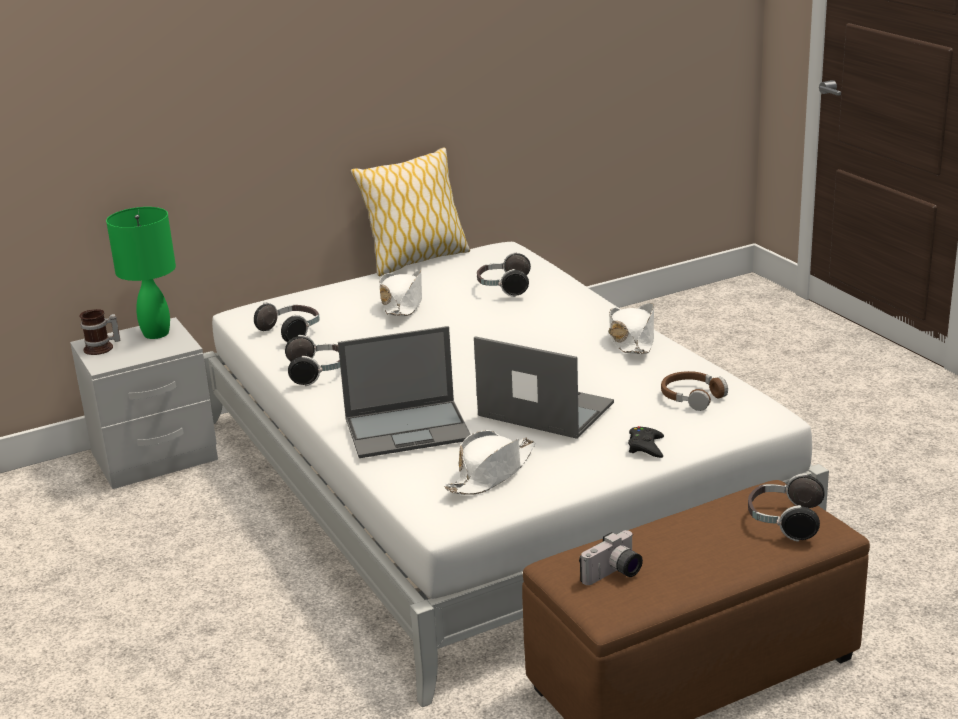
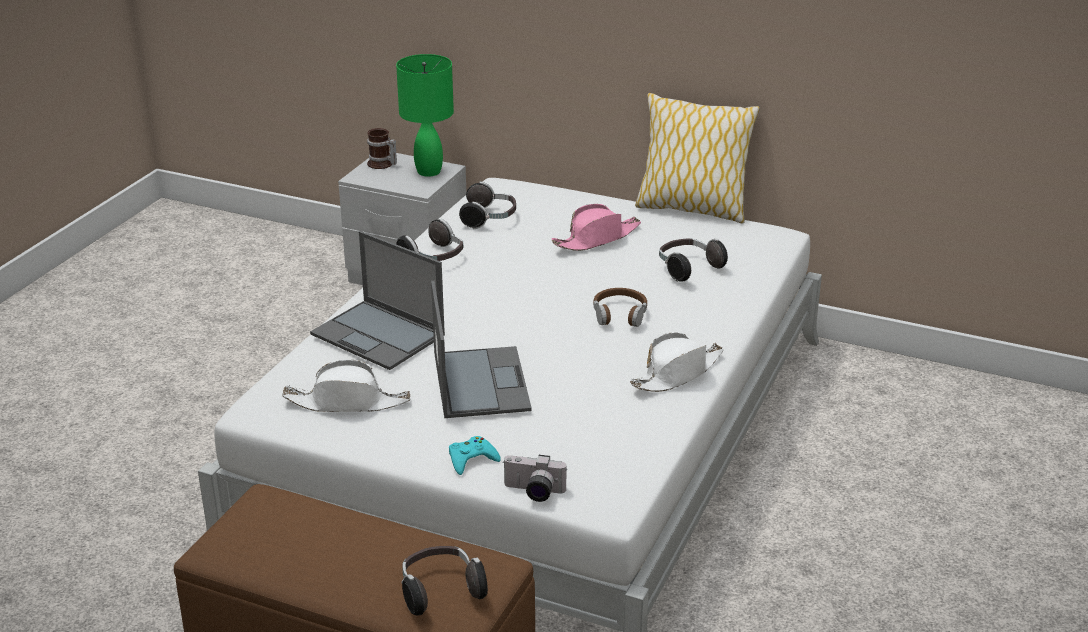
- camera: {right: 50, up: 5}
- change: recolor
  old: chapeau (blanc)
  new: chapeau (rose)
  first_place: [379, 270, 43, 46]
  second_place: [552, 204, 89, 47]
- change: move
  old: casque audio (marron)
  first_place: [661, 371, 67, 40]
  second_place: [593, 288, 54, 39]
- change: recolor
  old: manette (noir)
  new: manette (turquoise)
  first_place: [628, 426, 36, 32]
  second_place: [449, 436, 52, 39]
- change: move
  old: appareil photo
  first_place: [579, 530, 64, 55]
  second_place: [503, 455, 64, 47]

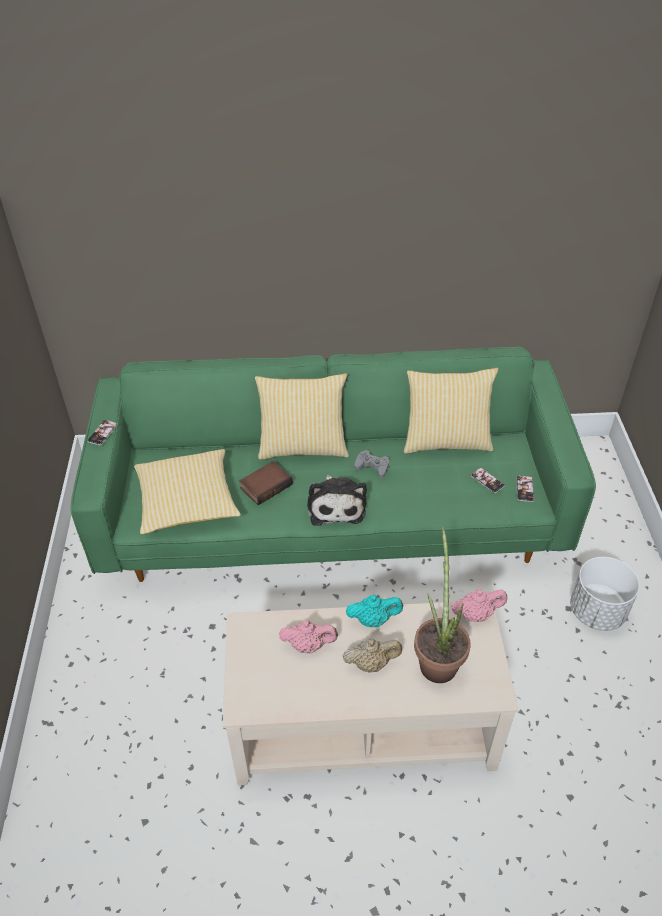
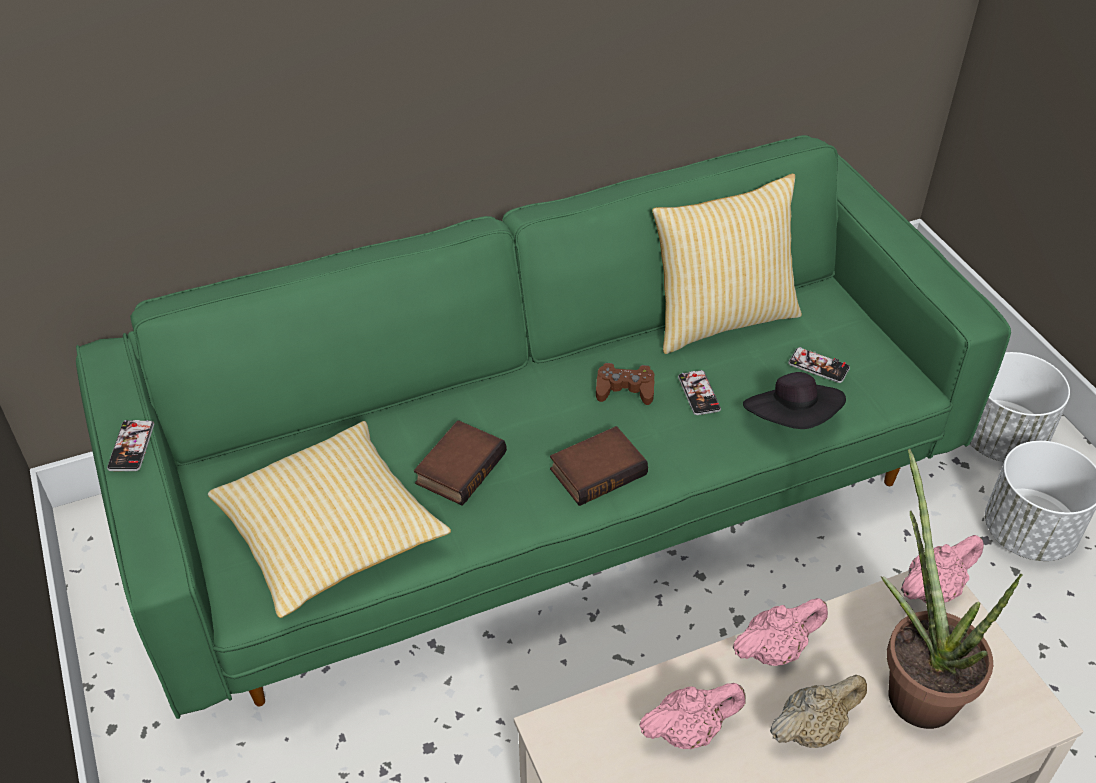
- camera: {right: -20, up: 0}
- change: delete
  old: coussin
  first_place: [255, 373, 94, 87]
- change: recolor
  old: manette (gris)
  new: manette (marron)
  first_place: [355, 450, 34, 28]
  second_place: [596, 363, 59, 42]
- change: replace
  old: peluche
  new: livre
  first_place: [307, 475, 60, 51]
  second_place: [550, 426, 98, 80]
- change: move
  old: téléphone
  first_place: [516, 476, 18, 26]
  second_place: [678, 370, 43, 45]
- change: recolor
  old: théière (turquoise)
  new: théière (rose)
  first_place: [346, 595, 57, 32]
  second_place: [733, 598, 95, 68]
- change: insert
  new: cache-pot (blanc)
  second_place: [970, 352, 100, 110]
- change: insert
  new: chapeau (noir)
  second_place: [743, 372, 103, 57]

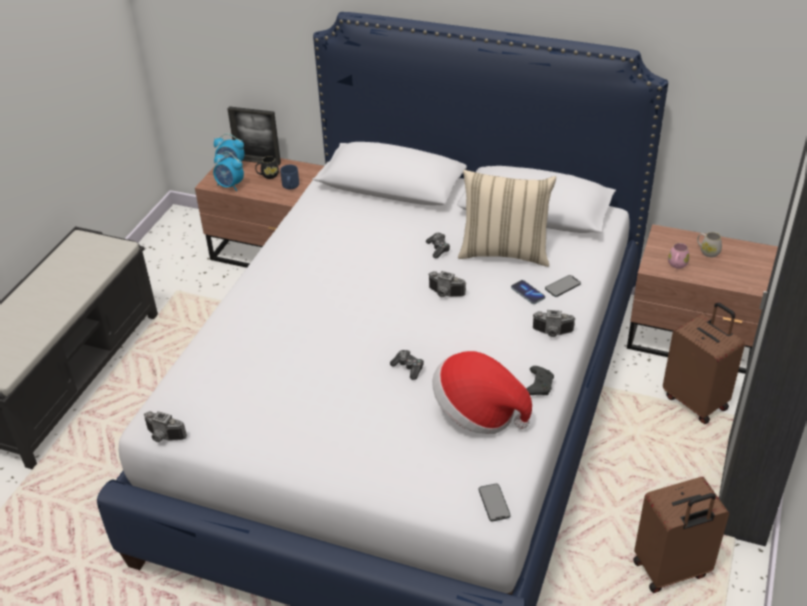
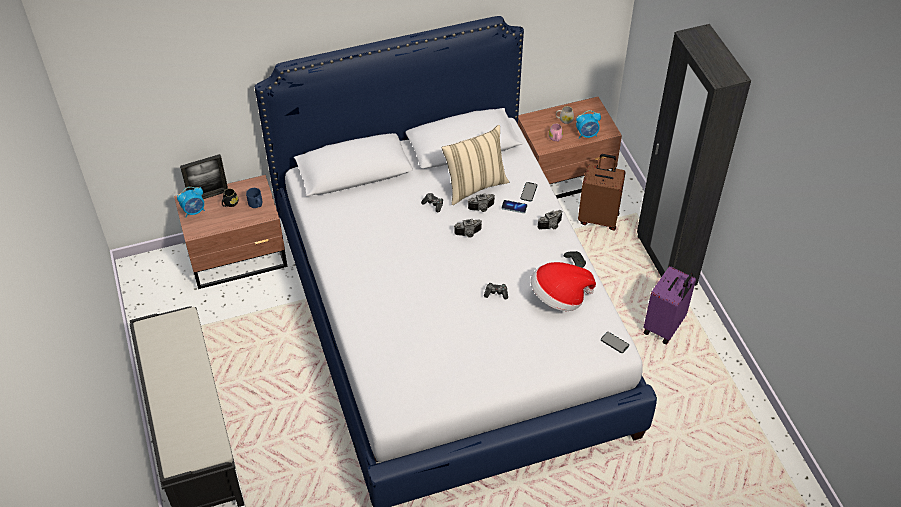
- camera: {right: -40, up: 10}
- change: move
  old: réveil
  first_place: [213, 151, 31, 40]
  second_place: [576, 110, 25, 29]
- change: move
  old: appareil photo
  first_place: [144, 411, 43, 31]
  second_place: [468, 193, 27, 19]
- change: recolor
  old: valise (marron)
  new: valise (violet)
  first_place: [633, 477, 96, 116]
  second_place: [644, 266, 52, 79]

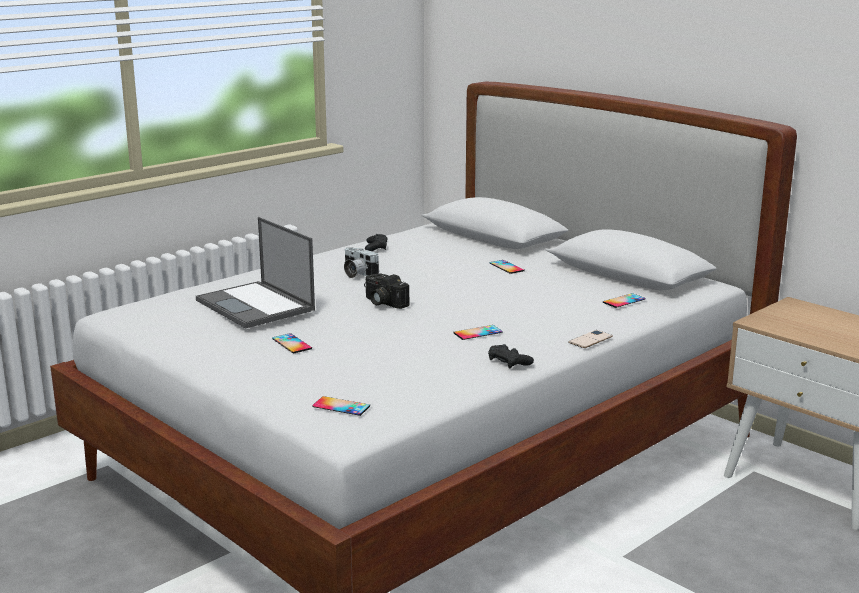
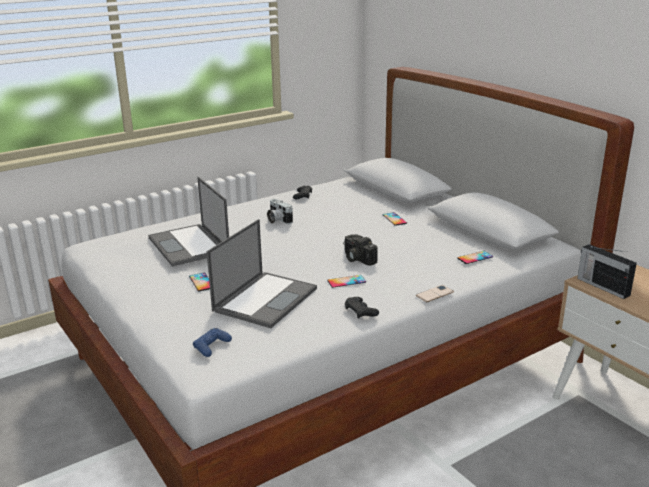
- camera: {right: 10, up: 5}
- change: move
  old: appareil photo
  first_place: [364, 273, 45, 36]
  second_place: [343, 234, 35, 32]
- change: replace
  old: téléphone
  new: manette (bleu)
  first_place: [313, 396, 57, 20]
  second_place: [193, 328, 39, 29]
- change: insert
  new: ordinateur portable
  second_place: [207, 219, 110, 109]
- change: insert
  new: radio
  second_place: [577, 244, 60, 55]

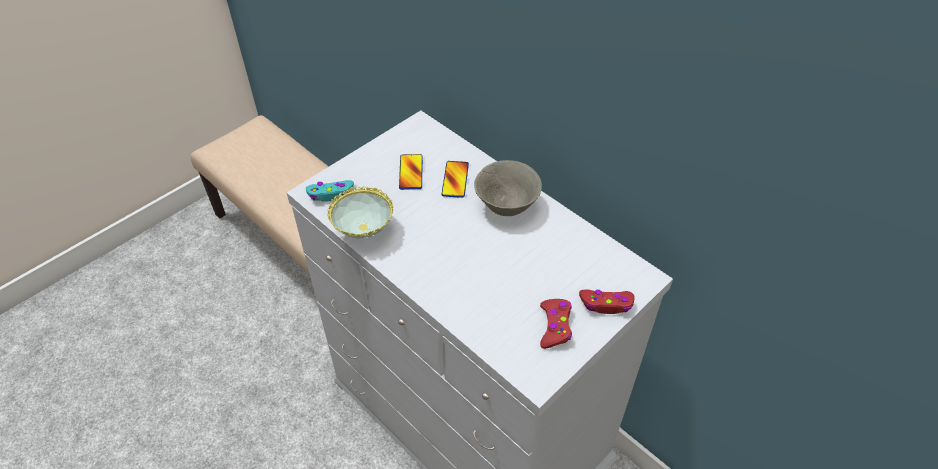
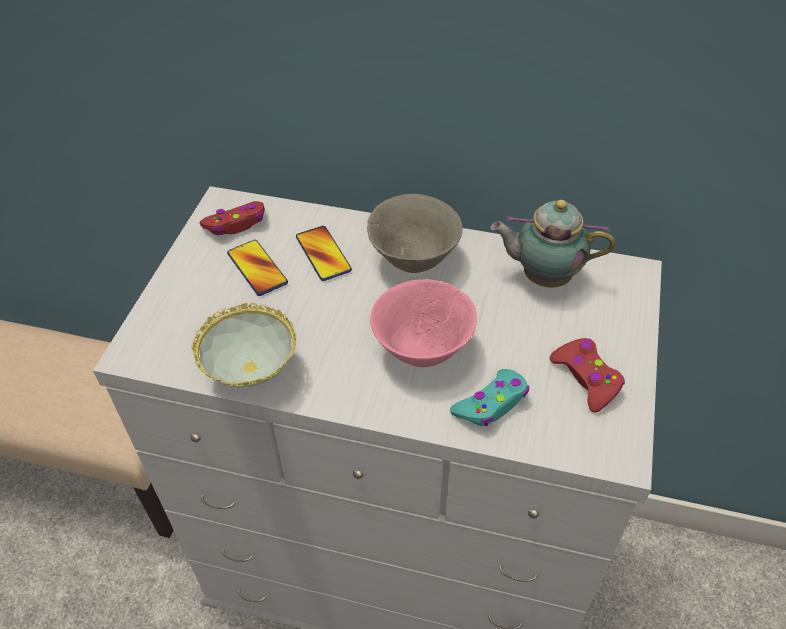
- camera: {right: -30, up: 0}
- change: move
  old: manette (turquoise)
  first_place: [306, 180, 48, 22]
  second_place: [450, 369, 79, 57]
- change: move
  old: manette (rouge)
  first_place: [579, 289, 55, 25]
  second_place: [199, 201, 66, 34]
- change: insert
  new: théière
  second_place: [490, 200, 125, 88]
- change: insert
  new: bol (rose)
  second_place: [370, 279, 107, 88]

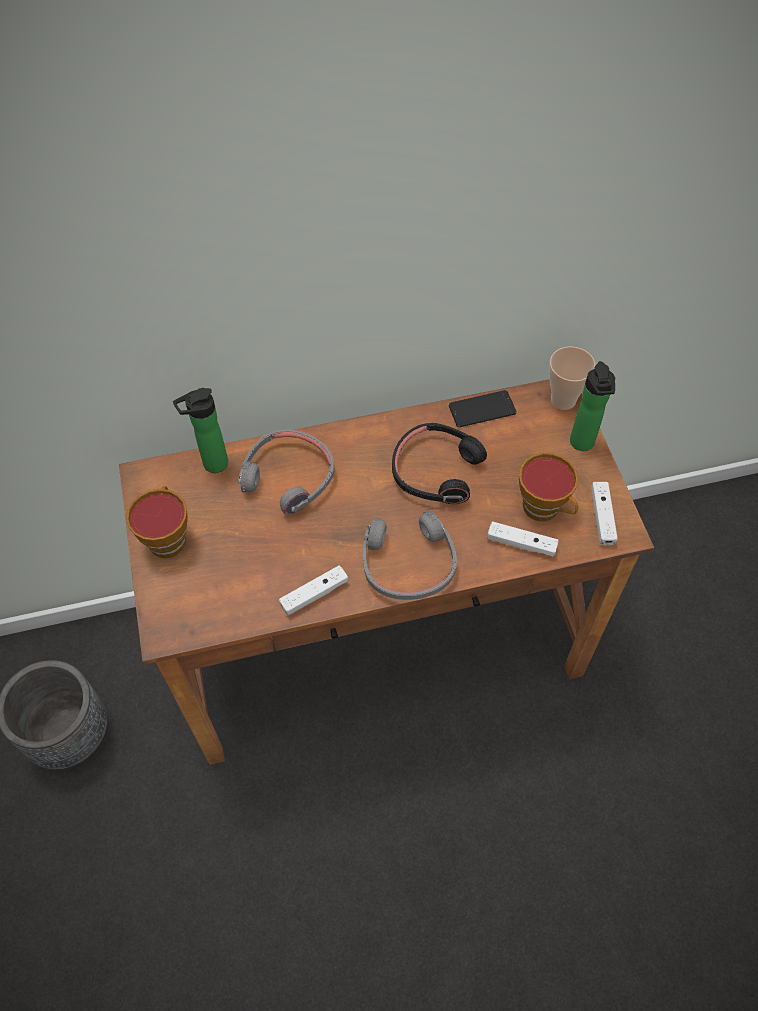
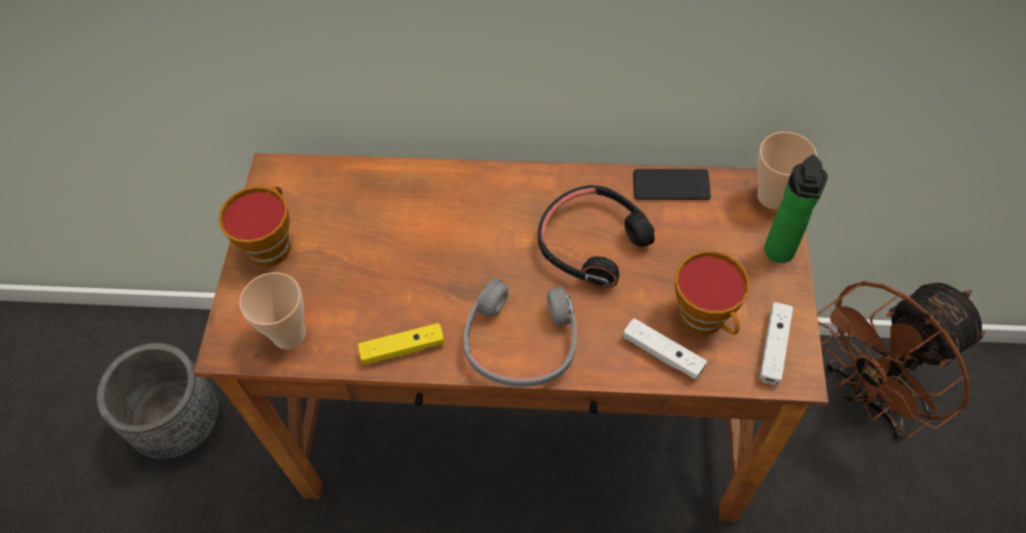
- camera: {right: 20, up: 0}
- change: delete
  old: bouteille
  first_place: [173, 388, 55, 85]
- change: delete
  old: casque audio (gris)
  first_place: [238, 430, 96, 86]
- change: recolor
  old: manette (blanc)
  new: manette (jaune)
  first_place: [279, 565, 69, 50]
  second_place: [358, 323, 87, 42]
- change: insert
  new: tasse
  second_place: [239, 272, 67, 77]
- change: insert
  new: ventilateur (marron)
  second_place: [817, 281, 168, 160]

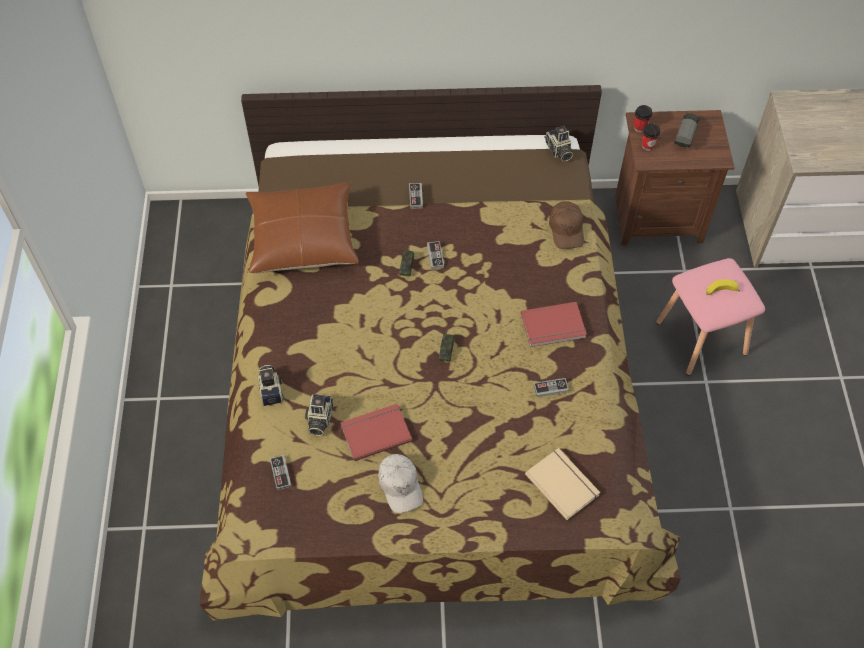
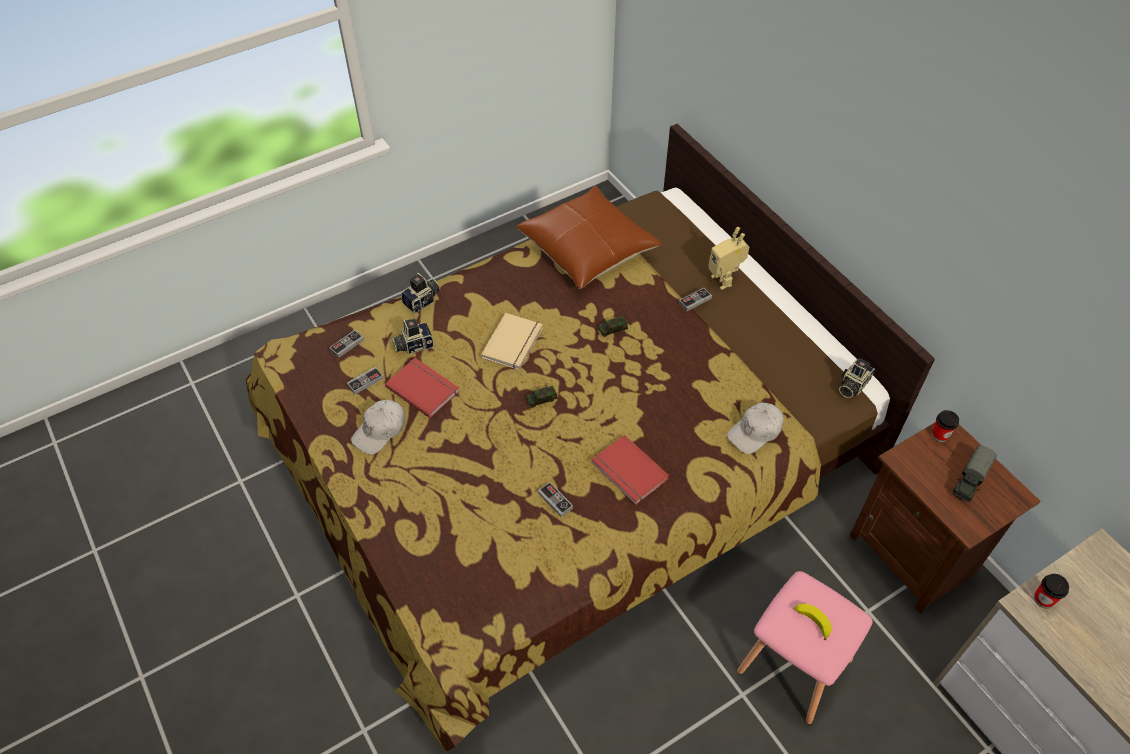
- camera: {right: 60, up: -5}
- change: rotate
  old: camion jouet
  first_place: [674, 113, 26, 35]
  second_place: [953, 446, 44, 56]
  degrees: 135
- change: move
  old: tasse
  first_place: [641, 123, 19, 28]
  second_place: [1034, 574, 35, 35]
- change: recolor
  old: casquette (marron)
  new: casquette (blanc)
  first_place: [549, 201, 35, 48]
  second_place: [727, 402, 57, 52]
- change: move
  old: manette
  first_place: [427, 241, 17, 28]
  second_place: [347, 367, 36, 27]
- change: move
  old: livre (beige)
  first_place: [525, 448, 75, 72]
  second_place: [481, 313, 62, 57]
- change: insert
  new: robot jouet
  second_place: [708, 227, 41, 63]

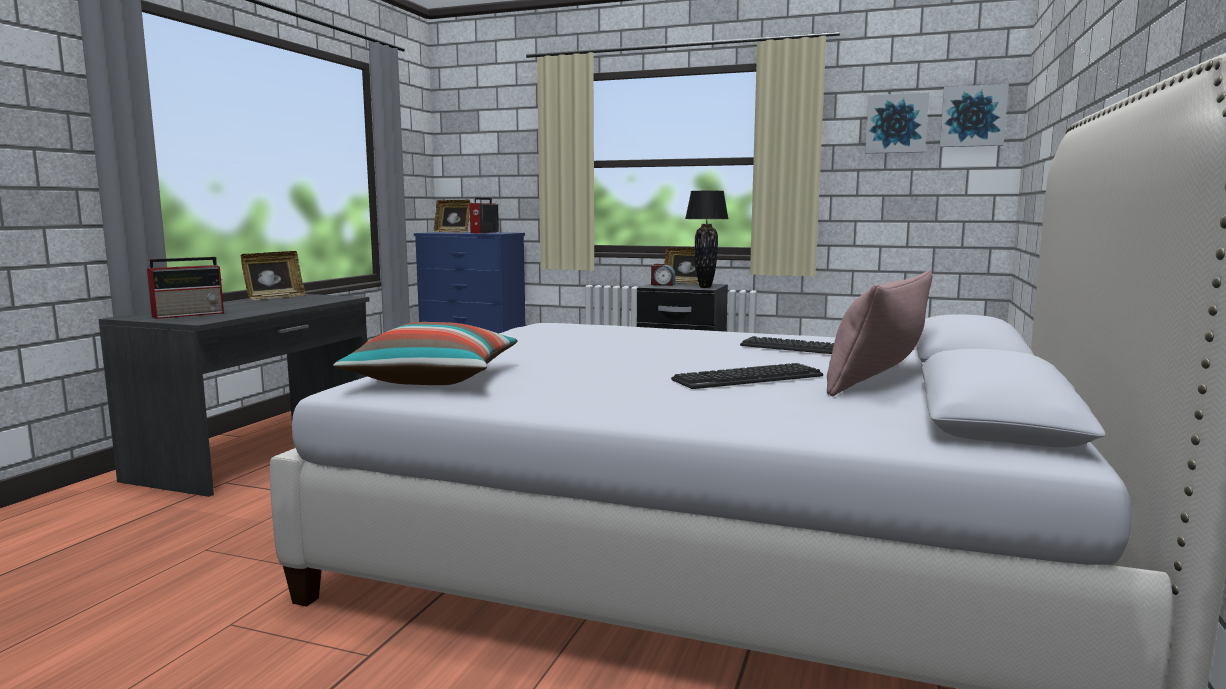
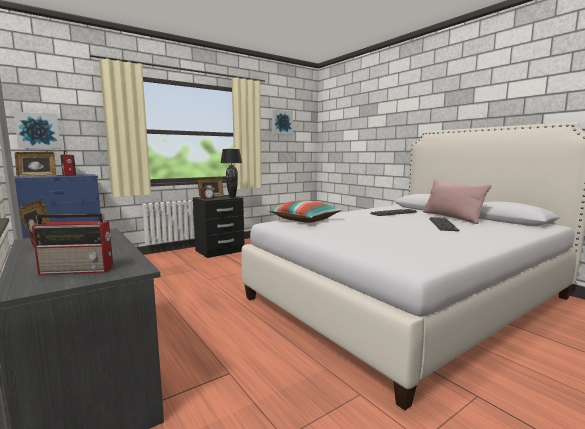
- camera: {right: -55, up: 0}
- change: move
  old: tableau
  first_place: [940, 84, 69, 63]
  second_place: [14, 112, 47, 37]
- change: rotate
  old: radio
  first_place: [147, 257, 77, 62]
  second_place: [32, 213, 81, 62]
  degrees: 90
- change: move
  old: coussin
  first_place: [334, 322, 183, 63]
  second_place: [269, 200, 73, 23]

